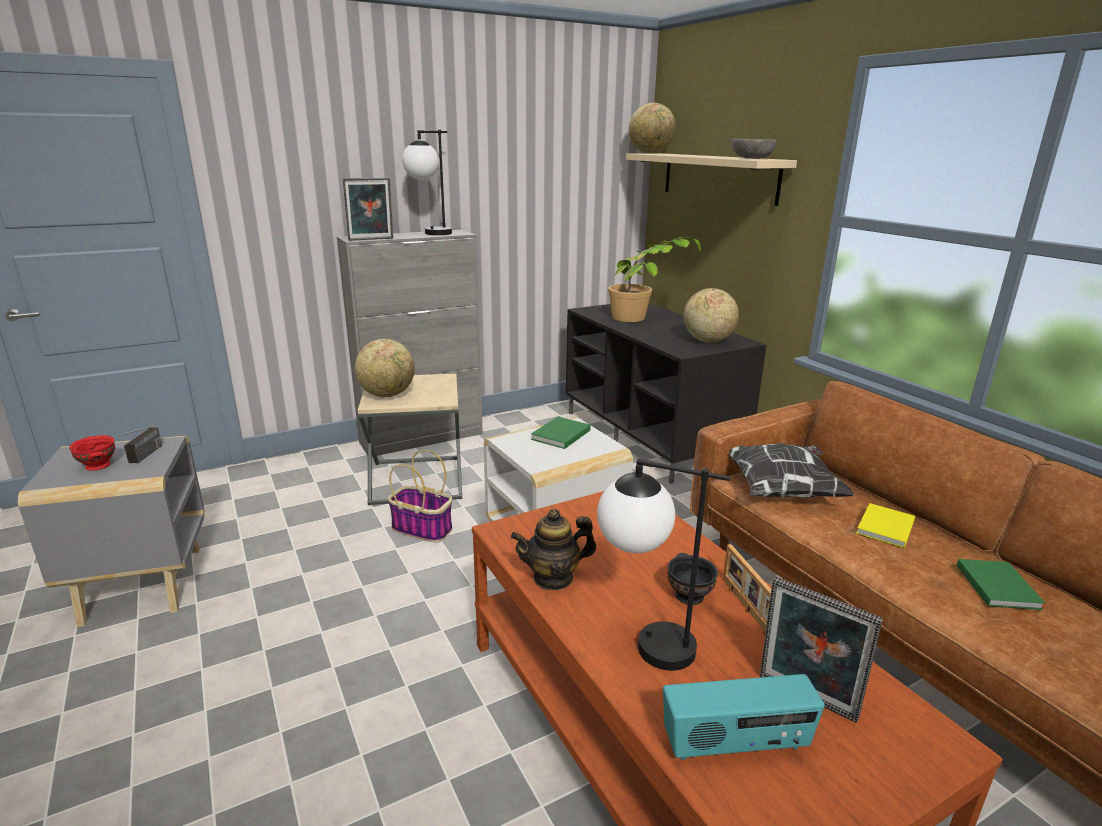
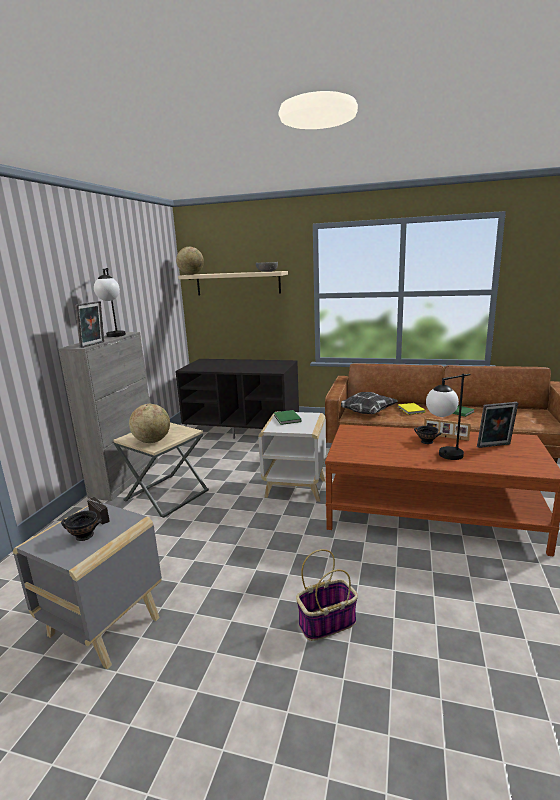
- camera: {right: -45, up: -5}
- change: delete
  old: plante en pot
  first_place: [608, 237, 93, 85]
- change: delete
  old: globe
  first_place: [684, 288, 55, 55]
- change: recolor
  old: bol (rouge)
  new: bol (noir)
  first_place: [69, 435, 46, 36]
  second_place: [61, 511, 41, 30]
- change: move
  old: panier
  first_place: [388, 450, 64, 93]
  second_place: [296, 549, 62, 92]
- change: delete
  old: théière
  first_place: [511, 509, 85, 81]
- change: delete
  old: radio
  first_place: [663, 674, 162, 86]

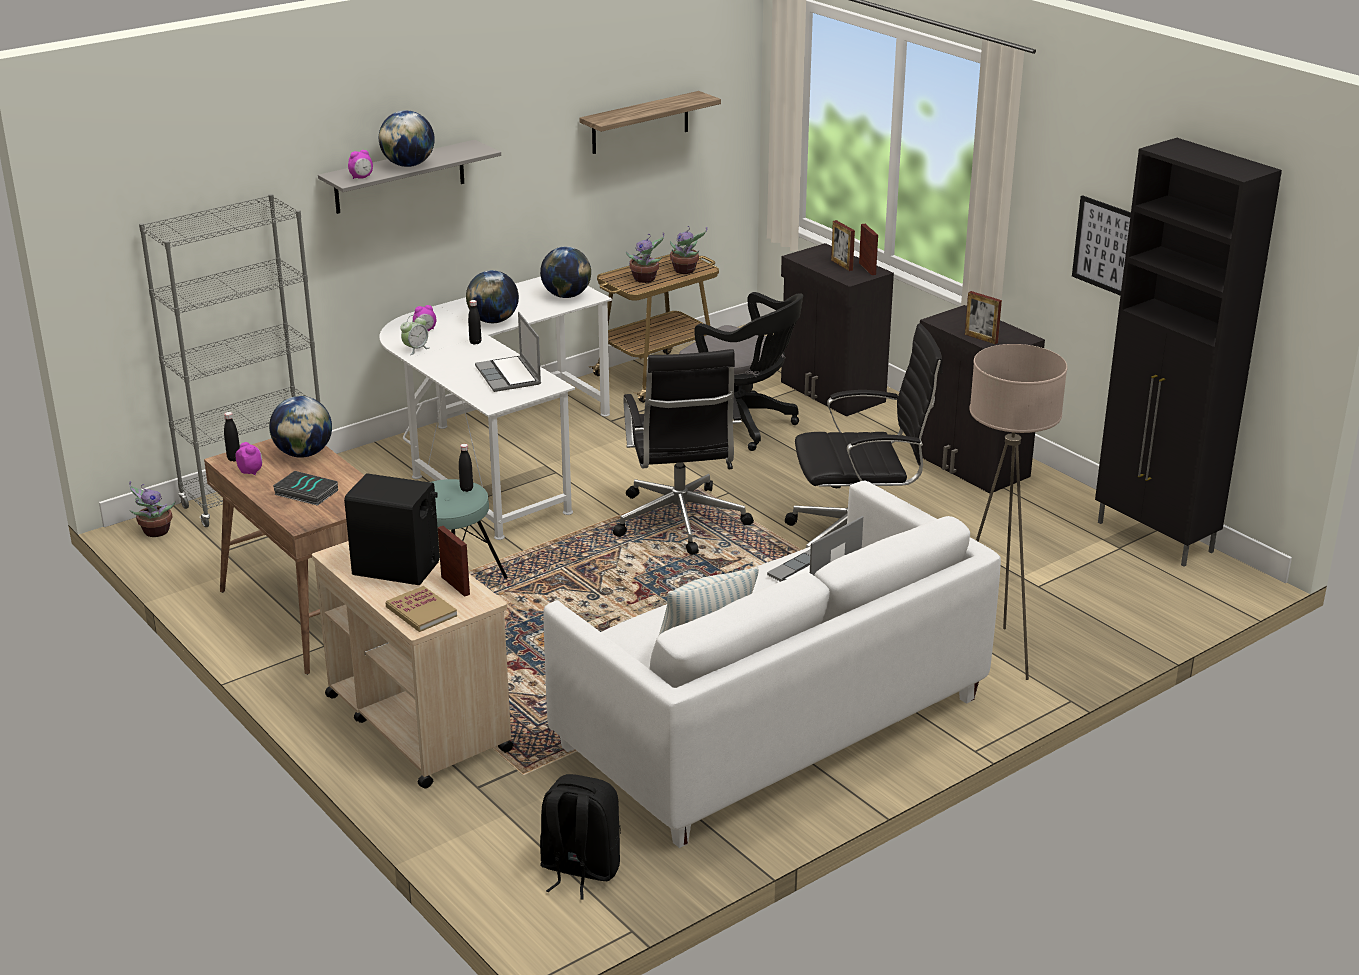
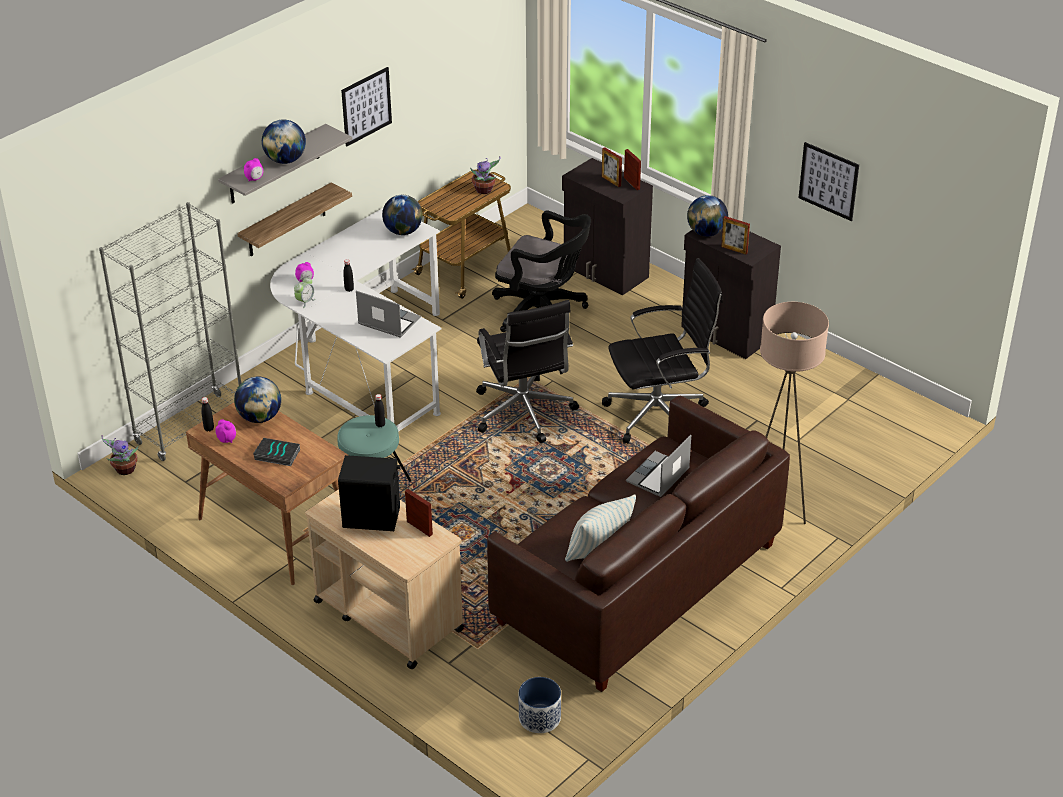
- camera: {right: -10, up: 10}
- change: move
  old: étagère
  first_place: [579, 91, 142, 63]
  second_place: [237, 182, 115, 74]
- change: delete
  old: meuble de rangement (noir)
  first_place: [1095, 138, 187, 429]
- change: delete
  old: plante en pot
  first_place: [626, 232, 38, 51]
- change: move
  old: globe
  first_place: [466, 270, 53, 53]
  second_place: [687, 195, 41, 42]
- change: rotate
  old: ordinateur portable
  first_place: [475, 312, 66, 80]
  second_place: [356, 291, 65, 47]
  degrees: 150
- change: recolor
  old: canapé (blanc)
  new: canapé (marron)
  first_place: [543, 481, 458, 367]
  second_place: [487, 396, 303, 296]
- change: delete
  old: livre
  first_place: [385, 586, 72, 46]
- change: replace
  old: sac à dos (noir)
  new: cache-pot
  first_place: [540, 774, 80, 125]
  second_place: [519, 677, 42, 56]
- change: insert
  new: tableau
  second_place: [341, 67, 51, 79]

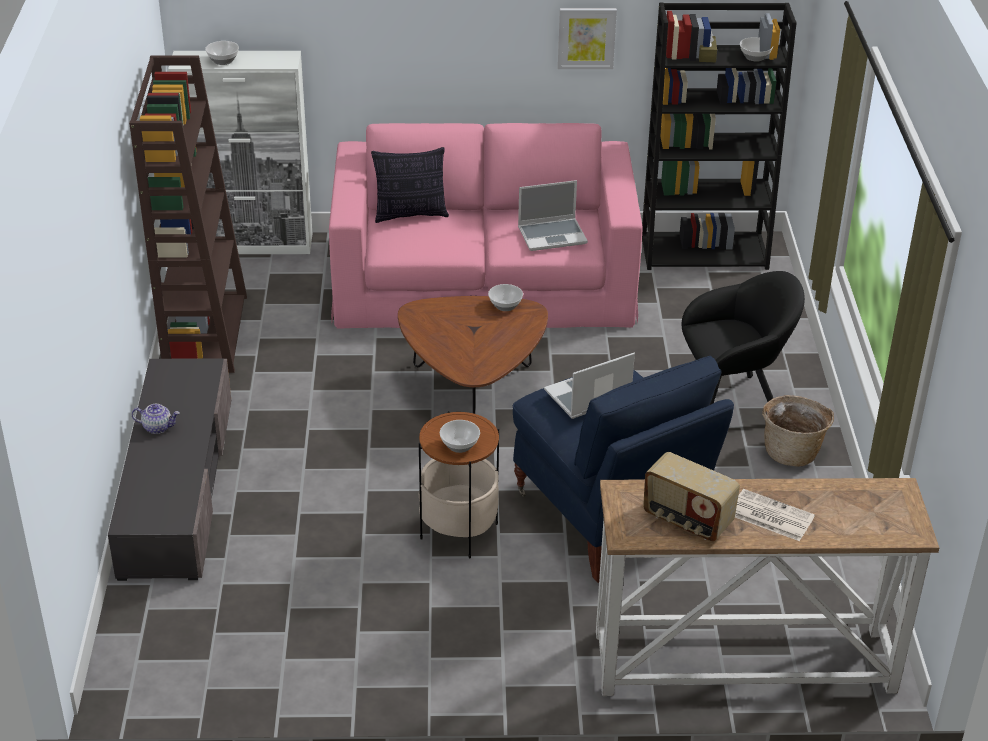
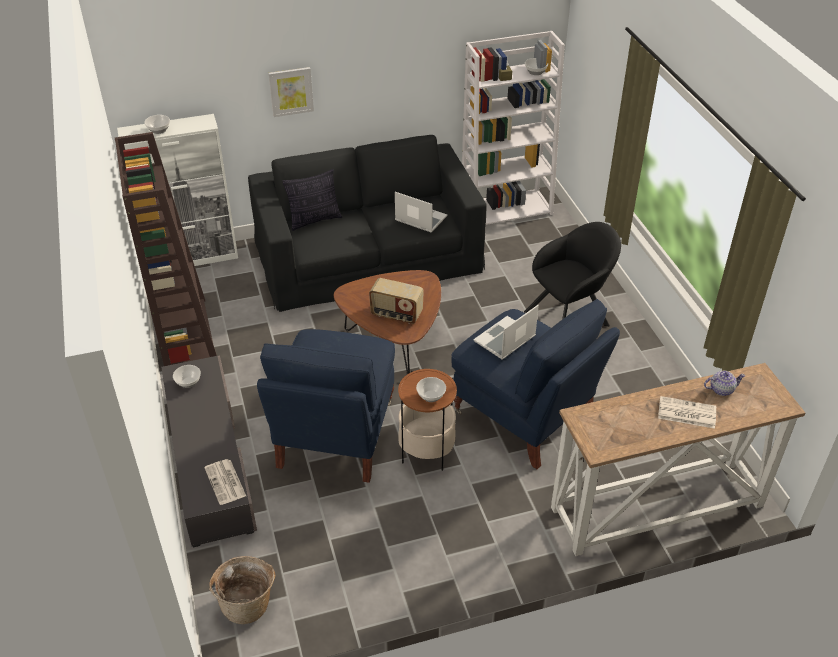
- camera: {right: -15, up: 5}
- change: recolor
  old: bibliothèque (noir)
  new: bibliothèque (blanc)
  first_place: [642, 3, 155, 267]
  second_place: [462, 31, 103, 194]
- change: move
  old: tableau
  first_place: [558, 8, 59, 61]
  second_place: [269, 67, 45, 50]
- change: recolor
  old: canapé (rose)
  new: canapé (noir)
  first_place: [329, 123, 314, 206]
  second_place: [248, 135, 239, 177]
- change: rotate
  old: ordinateur portable
  first_place: [518, 180, 70, 71]
  second_place: [395, 192, 52, 40]
  degrees: -120
- change: move
  old: bol
  first_place: [488, 284, 35, 27]
  second_place: [173, 365, 28, 23]
- change: move
  old: panier
  first_place: [762, 395, 72, 72]
  second_place: [209, 556, 67, 68]
- change: move
  old: théière
  first_place: [131, 404, 49, 30]
  second_place: [704, 370, 42, 26]
- change: move
  old: radio
  first_place: [643, 452, 97, 90]
  second_place: [369, 278, 55, 46]
- change: insert
  new: fauteuil (bleu)
  second_place: [257, 329, 138, 154]
- change: insert
  new: journal
  second_place: [204, 459, 42, 46]

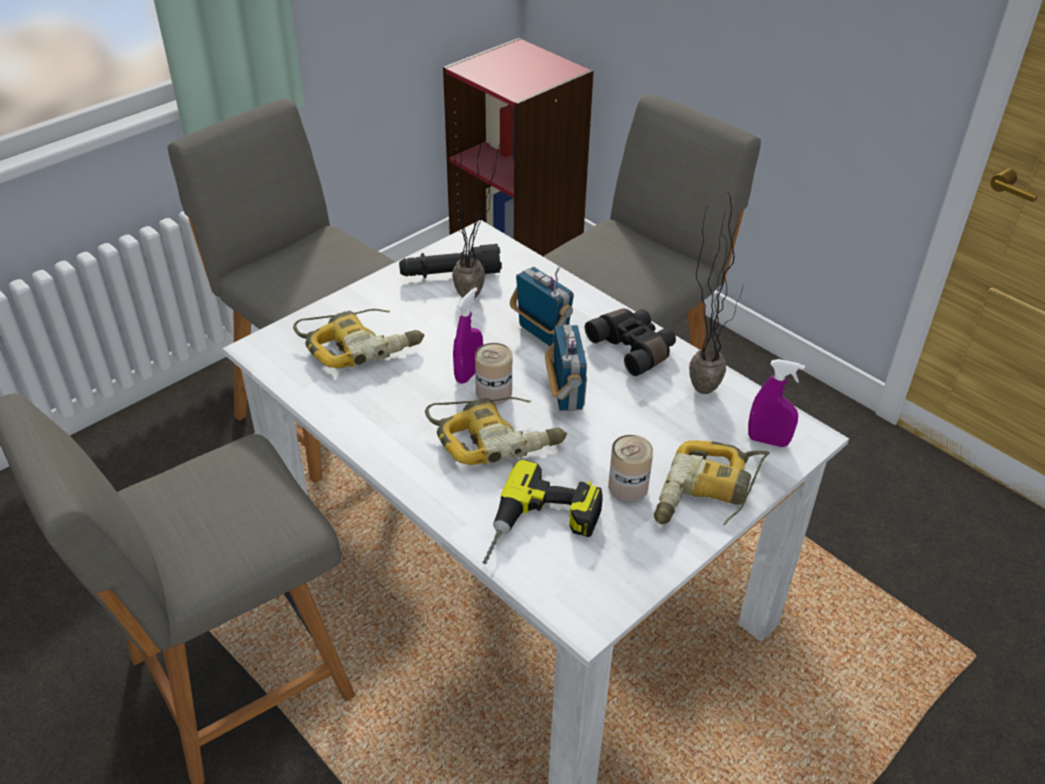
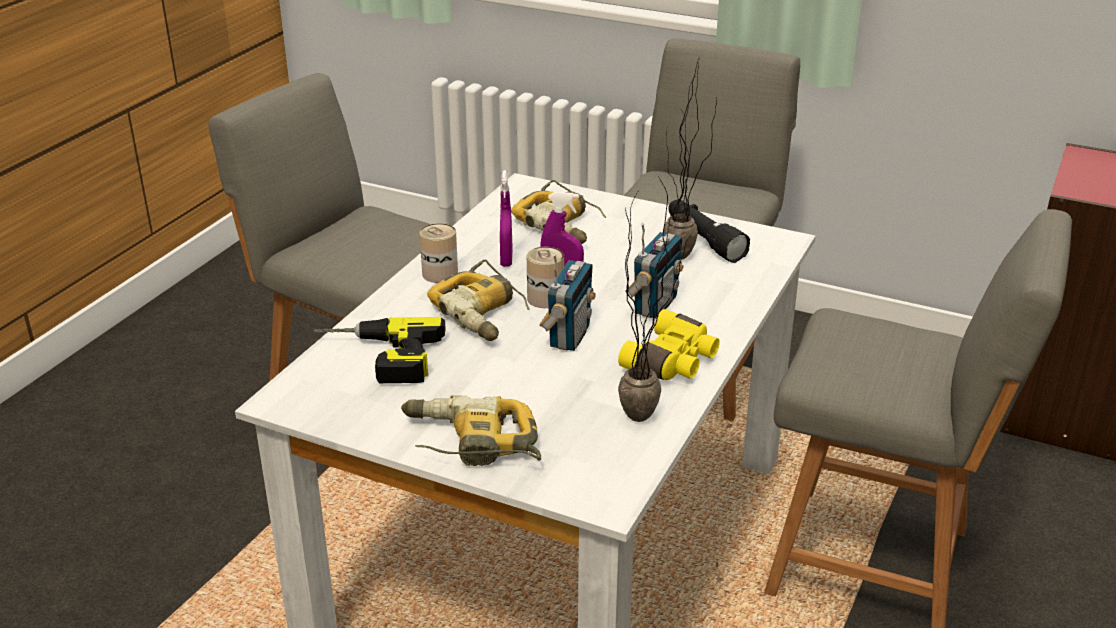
- camera: {right: 70, up: -10}
- change: recolor
  old: jumelles (noir)
  new: jumelles (jaune)
  first_place: [585, 309, 91, 67]
  second_place: [618, 309, 102, 71]
- change: rotate
  old: radio
  first_place: [545, 325, 42, 86]
  second_place: [539, 253, 57, 98]
  degrees: -45
- change: move
  old: vaporisateur (violet)
  first_place: [748, 359, 57, 88]
  second_place: [500, 170, 13, 97]
- change: move
  old: boîte métallique
  first_place: [608, 435, 45, 67]
  second_place: [419, 223, 39, 60]

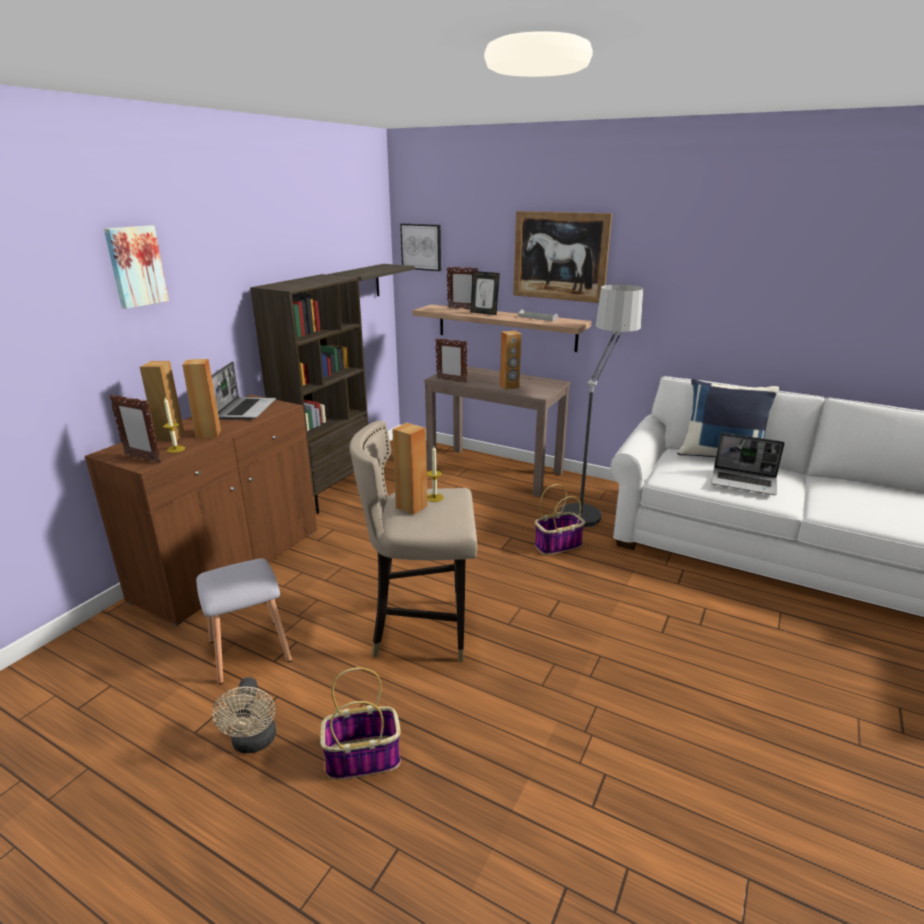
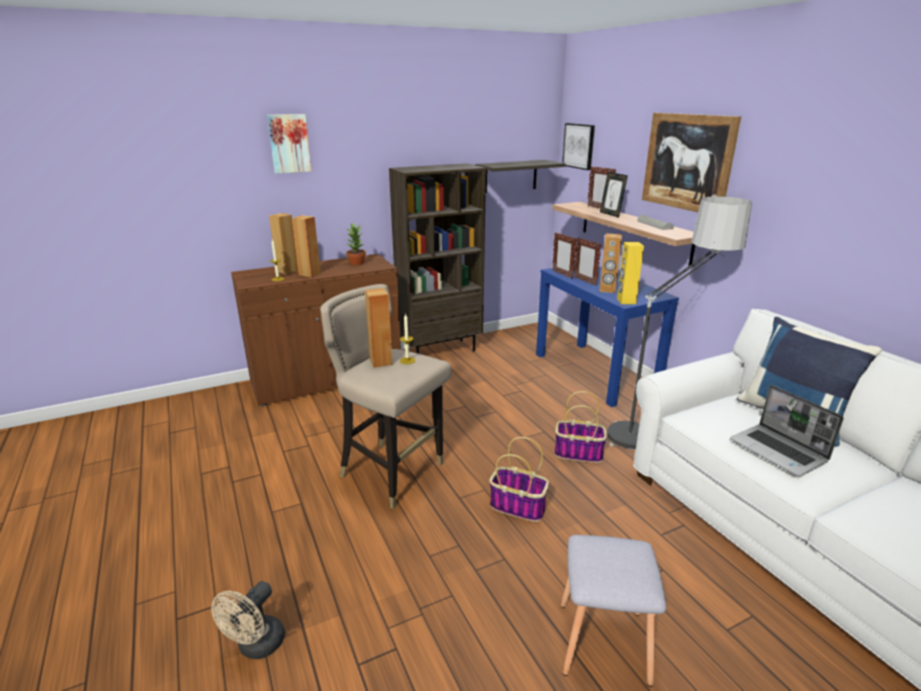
- camera: {right: 35, up: 0}
- change: replace
  old: ordinateur portable
  new: plante en pot
  first_place: [211, 361, 65, 59]
  second_place: [346, 223, 20, 42]
- change: recolor
  old: table console (marron)
  new: table console (bleu)
  first_place: [424, 366, 146, 131]
  second_place: [536, 266, 143, 141]
- change: move
  old: cadre photo
  first_place: [109, 394, 53, 69]
  second_place: [574, 237, 27, 49]
- change: move
  old: tabouret (gris)
  first_place: [196, 558, 96, 126]
  second_place: [561, 535, 105, 152]
- change: move
  old: panier
  first_place: [320, 667, 81, 113]
  second_place: [489, 437, 60, 85]
- change: move
  old: ventilateur (beige)
  first_place: [212, 677, 64, 76]
  second_place: [211, 581, 74, 78]
- change: insert
  new: enceinte (jaune)
  second_place: [617, 242, 27, 62]

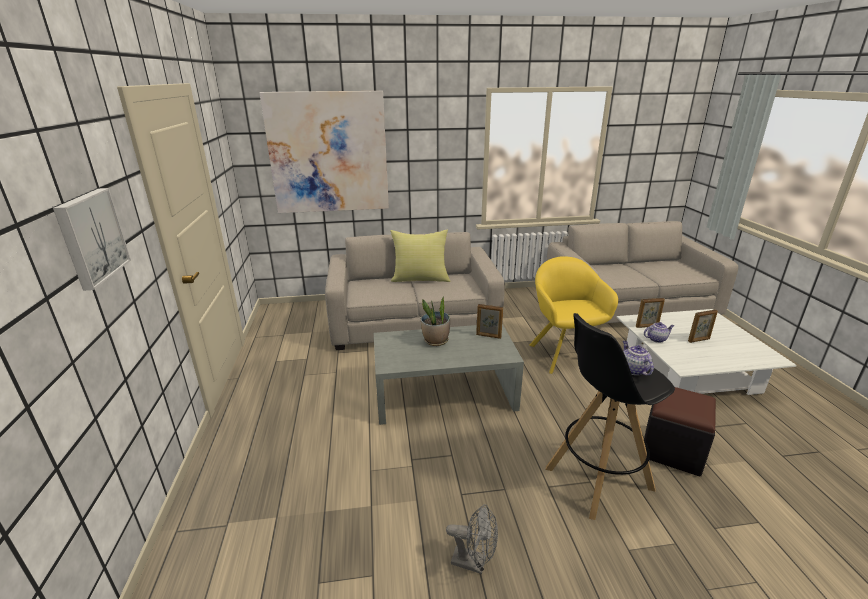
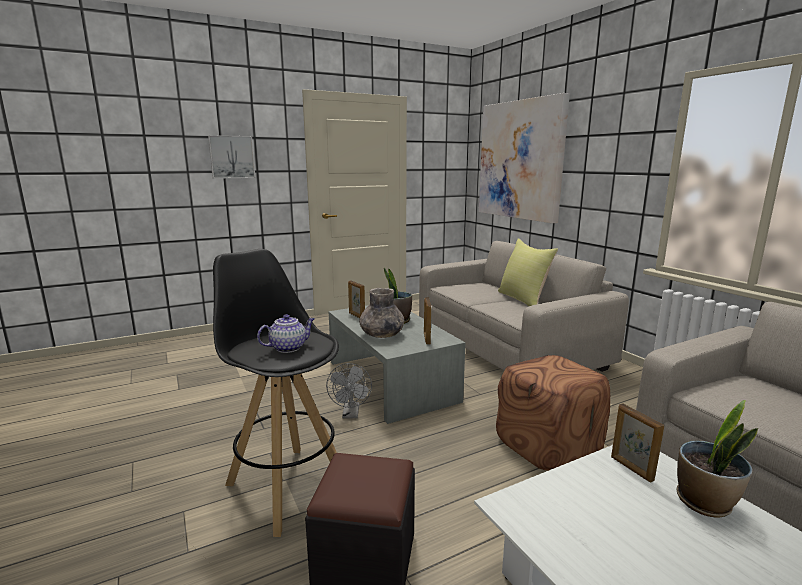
- camera: {right: 70, up: -10}
- change: replace
  old: fauteuil (jaune)
  new: pouf (marron)
  first_place: [529, 256, 89, 118]
  second_place: [496, 355, 114, 116]
- change: move
  old: cadre photo
  first_place: [688, 310, 30, 33]
  second_place: [348, 280, 17, 38]
- change: delete
  old: théière
  first_place: [644, 322, 30, 21]
- change: move
  old: ventilateur (gris)
  first_place: [446, 504, 52, 70]
  second_place: [326, 363, 46, 55]
- change: insert
  new: vase (gris)
  second_place: [359, 288, 46, 50]
- change: insert
  new: plante en pot
  second_place: [677, 400, 81, 117]

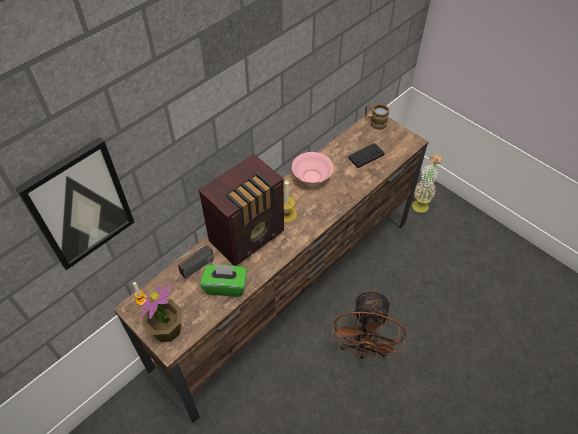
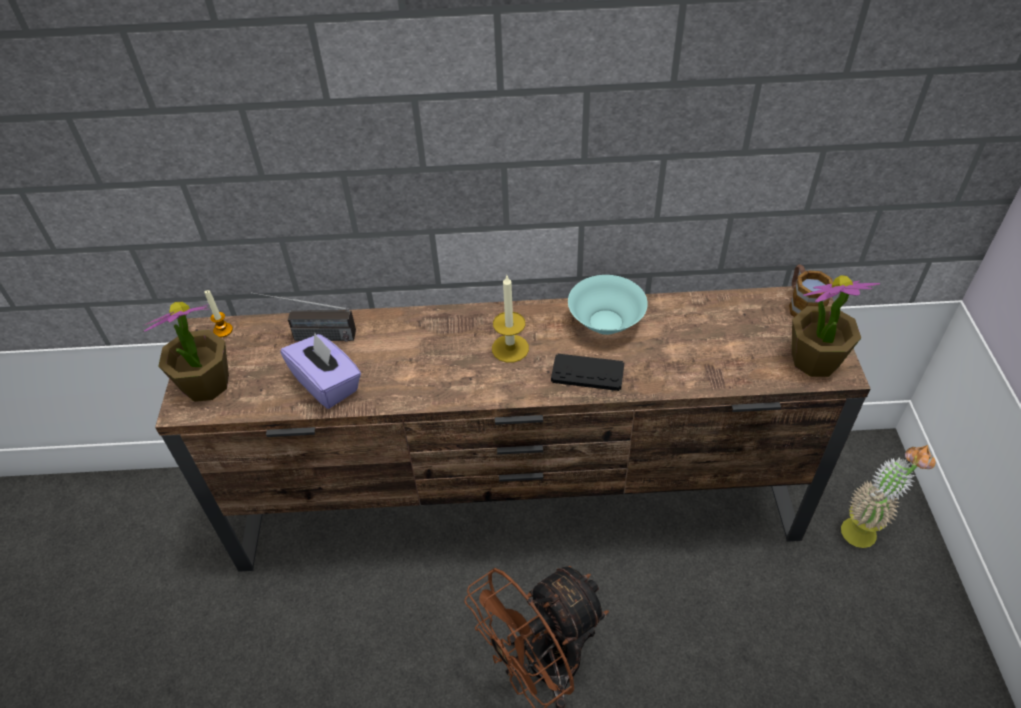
- camera: {right: 45, up: -5}
- change: delete
  old: tableau
  first_place: [15, 137, 119, 133]
- change: move
  old: manette (noir)
  first_place: [348, 143, 37, 25]
  second_place: [551, 354, 73, 37]
- change: recolor
  old: bol (rose)
  new: bol (turquoise)
  first_place: [292, 152, 41, 32]
  second_place: [568, 275, 80, 60]
- change: delete
  old: radio
  first_place: [199, 154, 85, 112]
- change: recolor
  old: boîte à mouchoirs (vert)
  new: boîte à mouchoirs (violet)
  first_place: [200, 264, 47, 33]
  second_place: [280, 332, 81, 77]
- change: insert
  new: plante en pot
  second_place: [792, 275, 88, 102]

